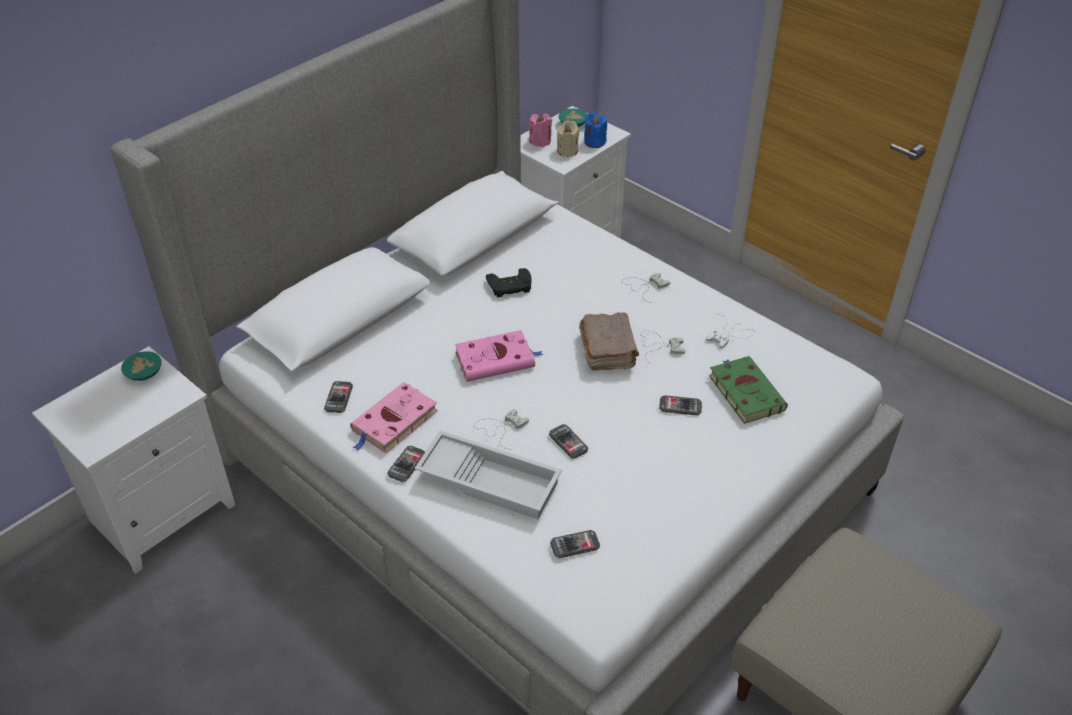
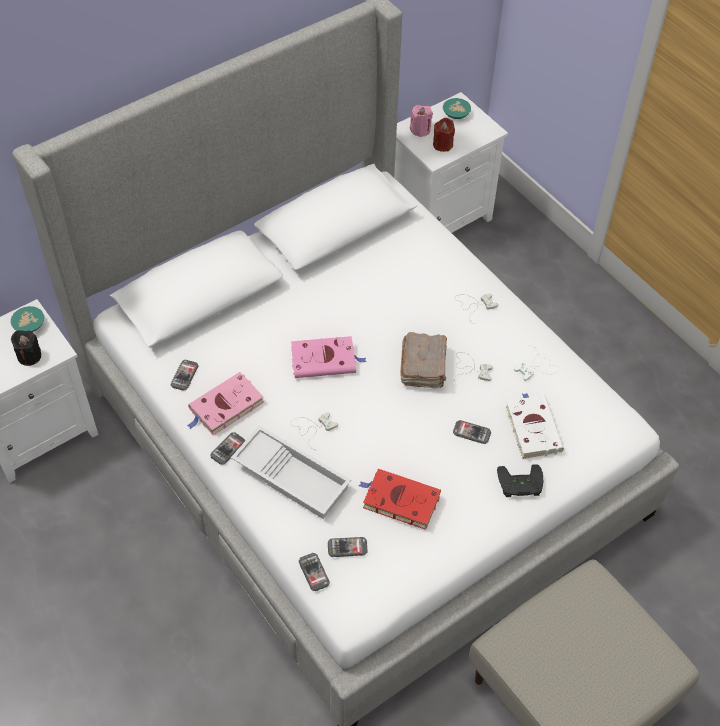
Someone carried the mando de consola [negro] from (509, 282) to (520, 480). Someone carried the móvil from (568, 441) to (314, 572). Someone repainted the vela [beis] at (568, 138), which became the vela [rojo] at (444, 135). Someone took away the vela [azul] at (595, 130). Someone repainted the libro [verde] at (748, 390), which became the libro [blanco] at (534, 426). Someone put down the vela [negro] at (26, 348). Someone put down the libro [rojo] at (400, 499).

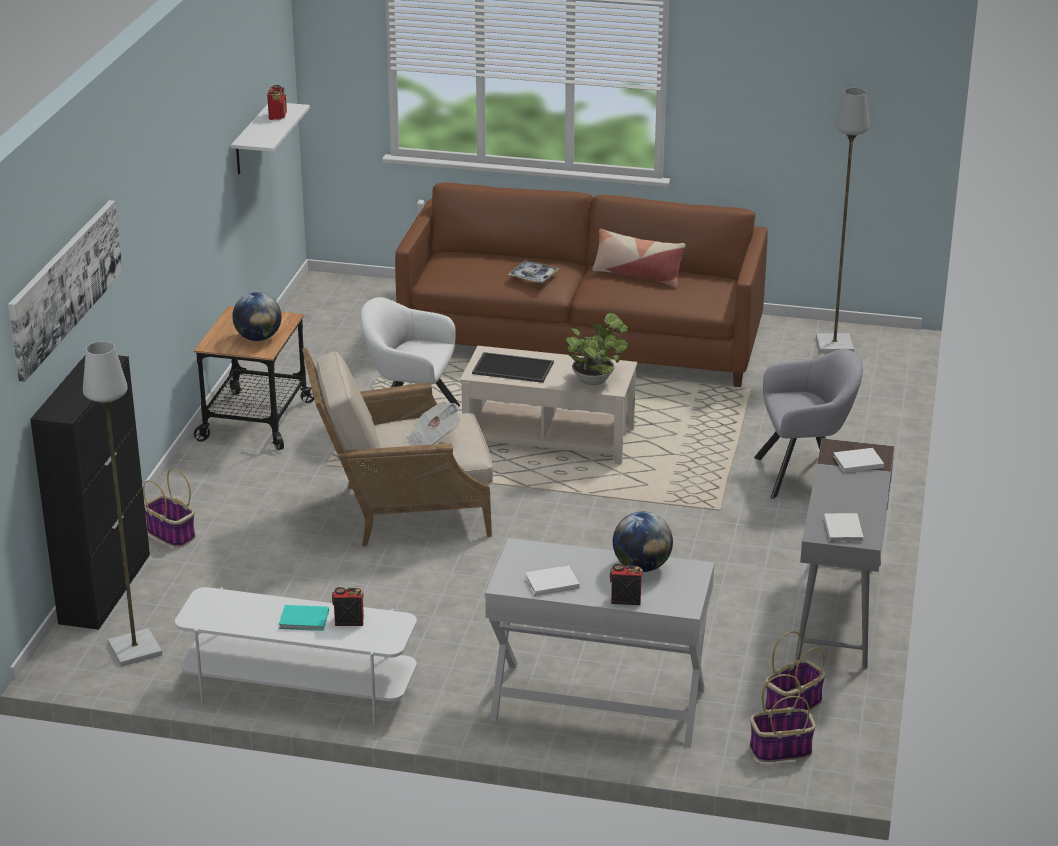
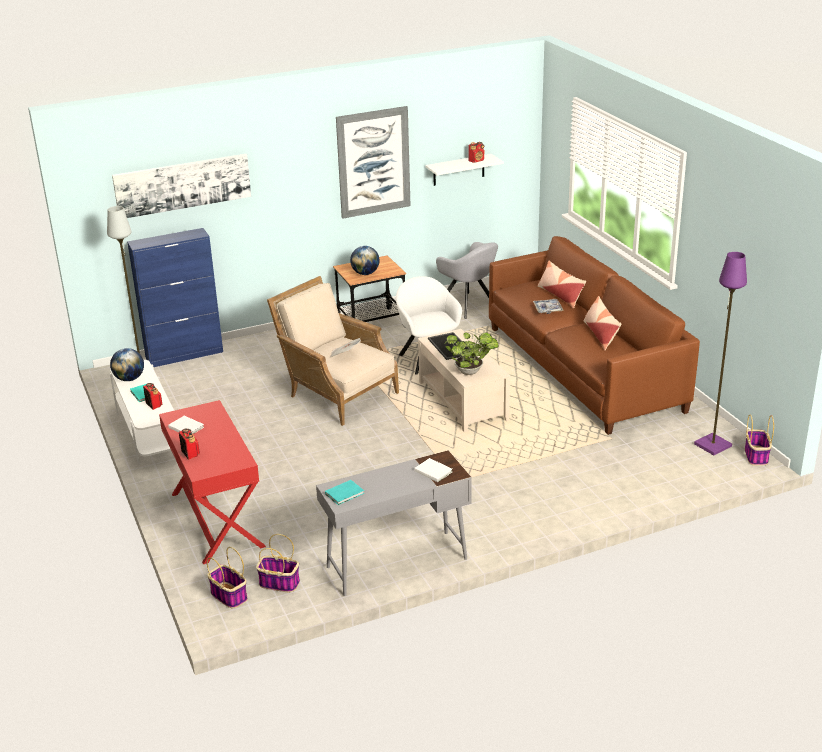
Someone repainted the armario [negro] at (90, 492), which became the armario [azul] at (175, 297). Someone carried the cesta from (169, 508) to (759, 440). Someone repainted the mesa consola [blanco] at (599, 643), which became the mesa consola [rojo] at (212, 482). Someone carried the globo terráqueo from (643, 542) to (127, 364). Someone carried the sillón [gris] from (808, 424) to (467, 280). Someone repainted the lámpara de pie [gris] at (843, 220), which became the lámpara de pie [morado] at (720, 353). Someone repainted the libro [blanco] at (844, 527), which became the libro [turquesa] at (344, 492). Someone put up the cuadro at (373, 162). Someone put down the cojín at (562, 285).

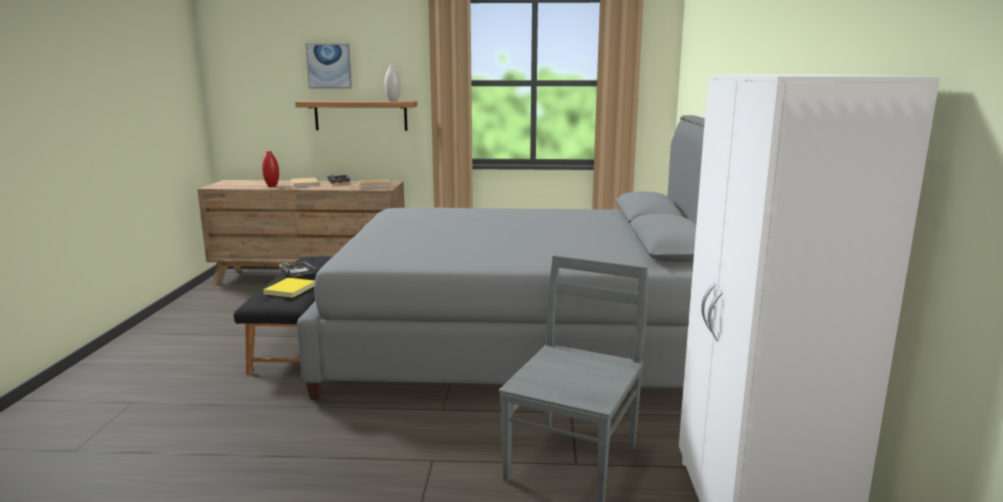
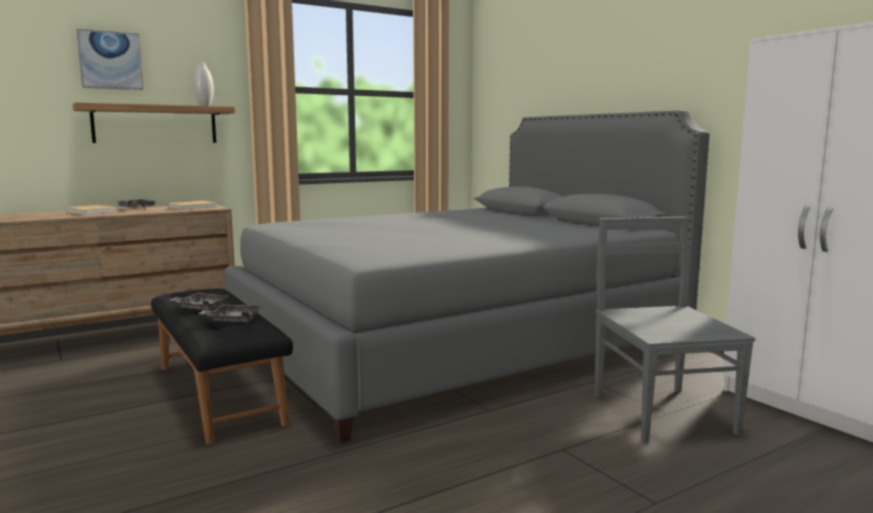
Someone took away the florero [rojo] at (270, 169). Someone swapped the libro [amarillo] at (289, 288) for the bandeja [gris] at (230, 313).

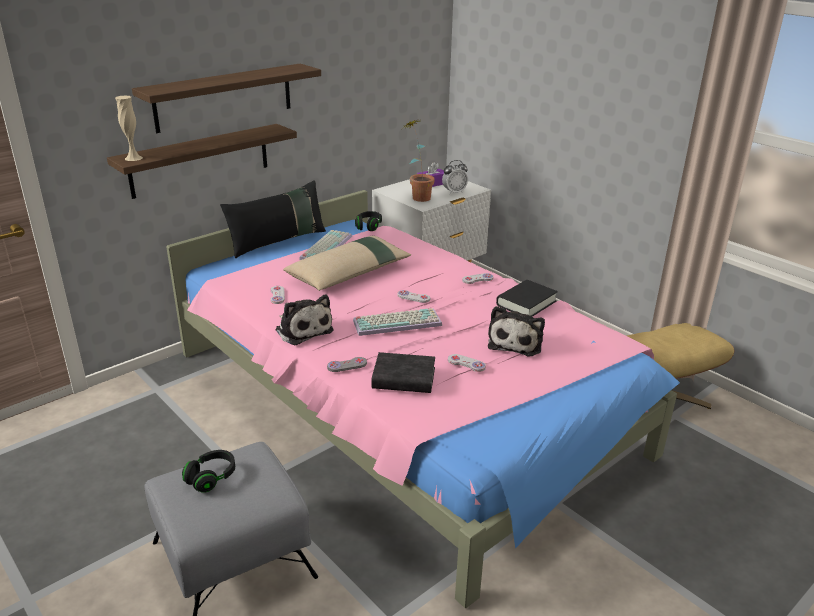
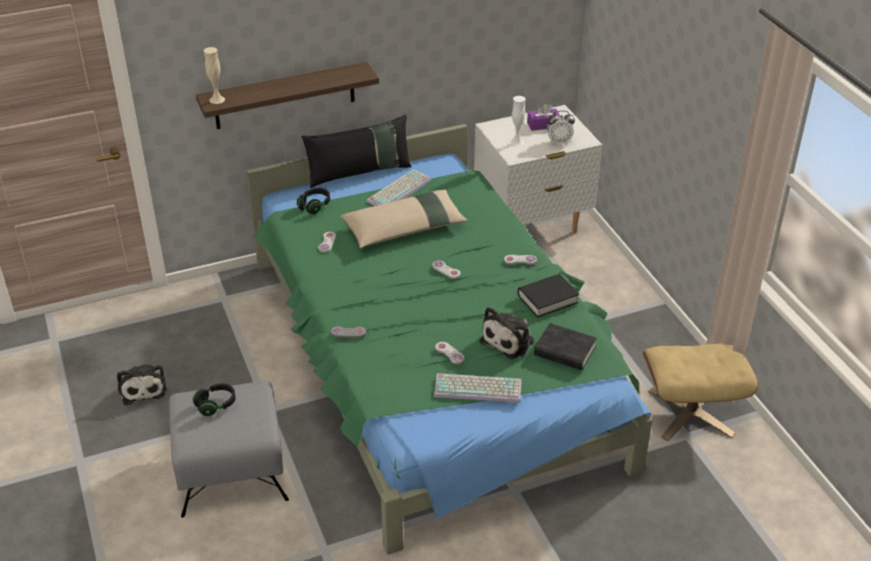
Someone took away the estante at (226, 98). Someone repainted the cama [rosa] at (423, 399), which became the cama [verde] at (449, 339). Someone carried the peluche from (304, 319) to (142, 384). Someone carried the teclado from (397, 322) to (478, 388). Someone carried the auriculares [negro] from (368, 221) to (313, 201). Someone carried the libro [negro] from (403, 372) to (565, 346). Someone swapped the planta en maceta at (418, 161) for the florero [blanco] at (518, 121).

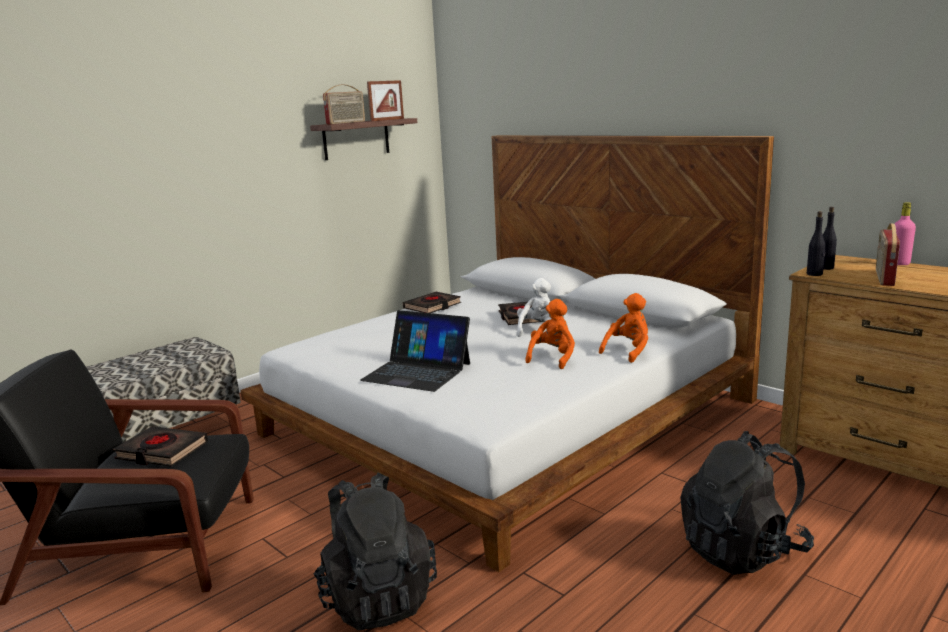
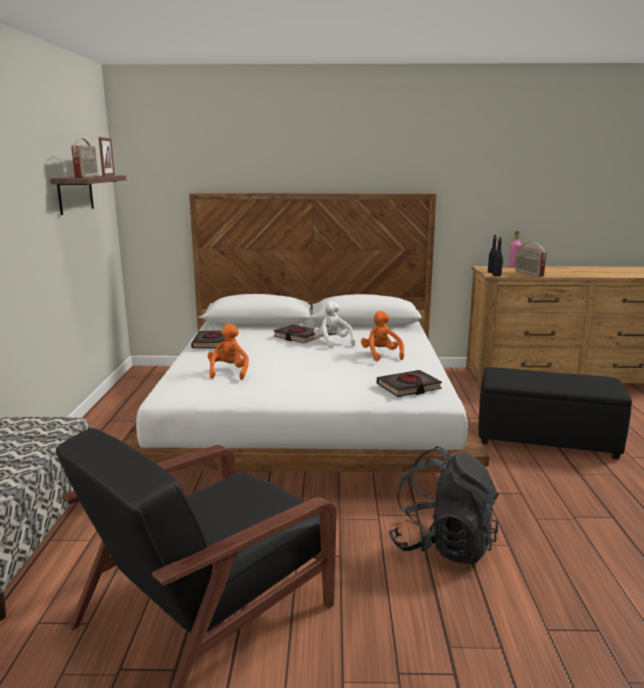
Someone carried the libro [negro] from (160, 446) to (409, 383). Someone took away the portátil at (415, 351). Someone carried the peluche [naranja] from (623, 328) to (228, 352). Someone swapped the mochila [negro] at (747, 503) for the puf [negro] at (555, 413).

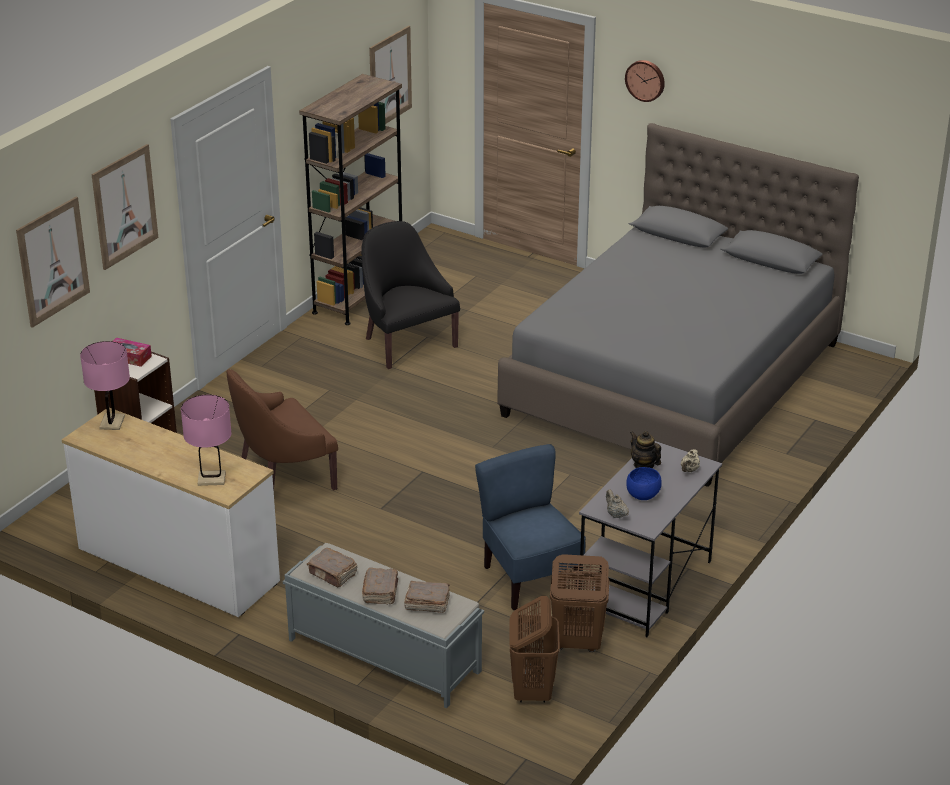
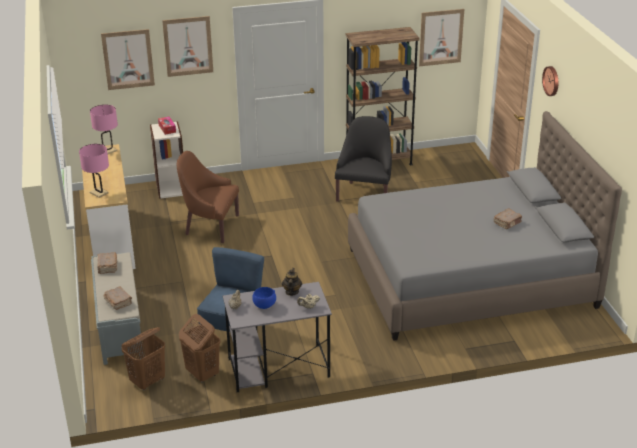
Someone carried the libro [marrón] from (380, 586) to (508, 219).

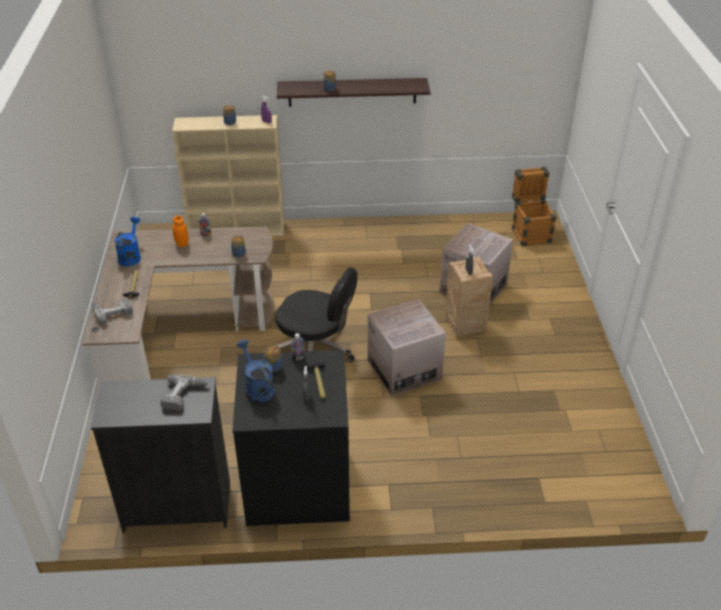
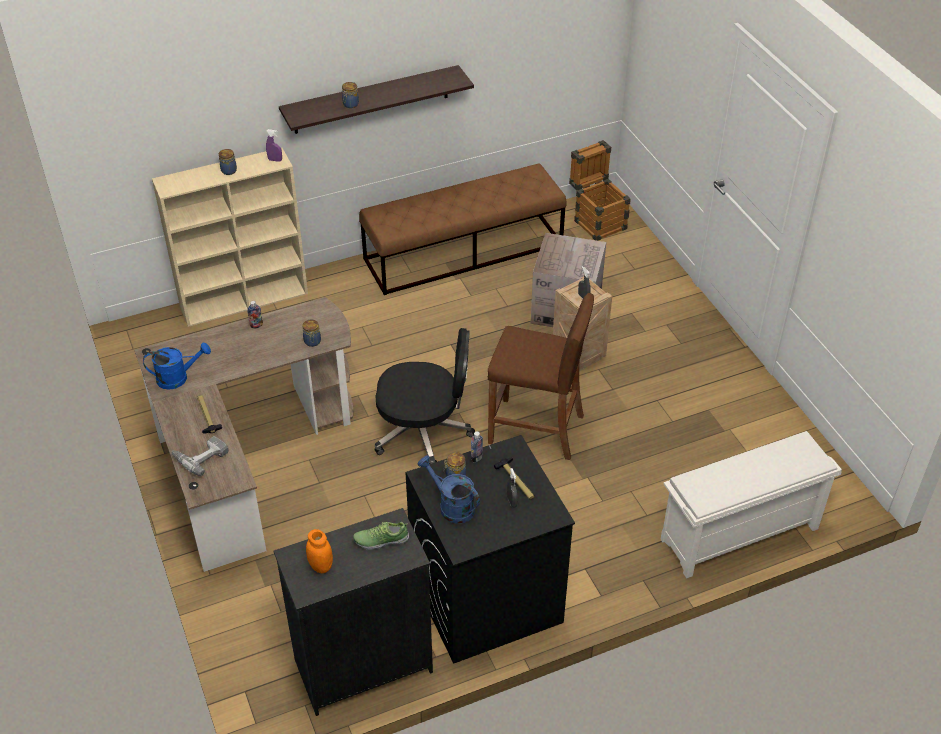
Someone rotated the regadera [azul] at (127, 241) by 90 degrees clockwise. Someone swapped the taladro at (184, 392) for the zapato at (381, 536). Someone carried the tarro [naranja] from (180, 231) to (319, 551). Someone swapped the caja de cartón at (407, 347) for the taburete [marrón] at (541, 376). Someone put down the banco [marrón] at (462, 229). Someone put down the zapatero [blanco] at (751, 505).

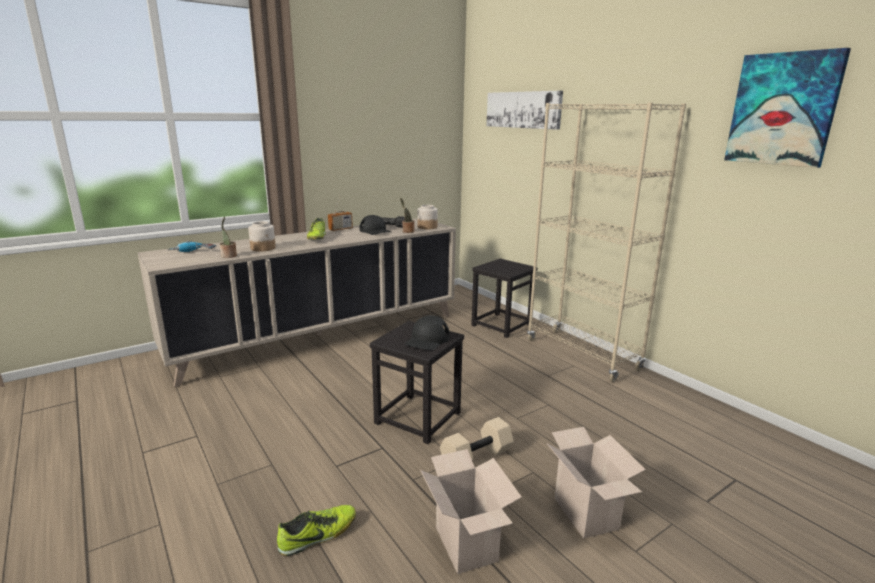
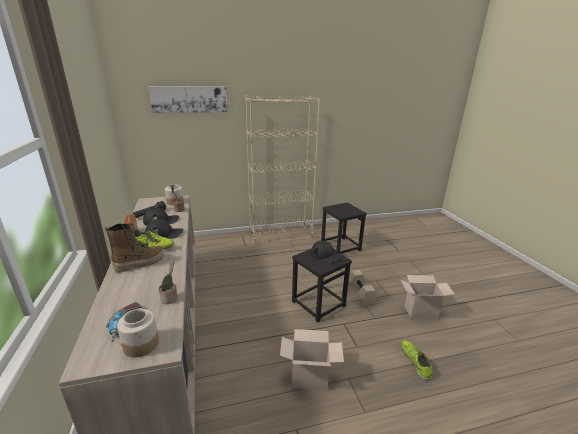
Someone carried the tarro from (262, 236) to (138, 333). Someone carried the taburete [negro] from (504, 298) to (344, 228). Someone carried the caja de cartón from (596, 483) to (312, 360). Someone took away the cuadro at (787, 108). Someone put down the bota at (134, 248). Someone put down the gorra [negro] at (164, 229).

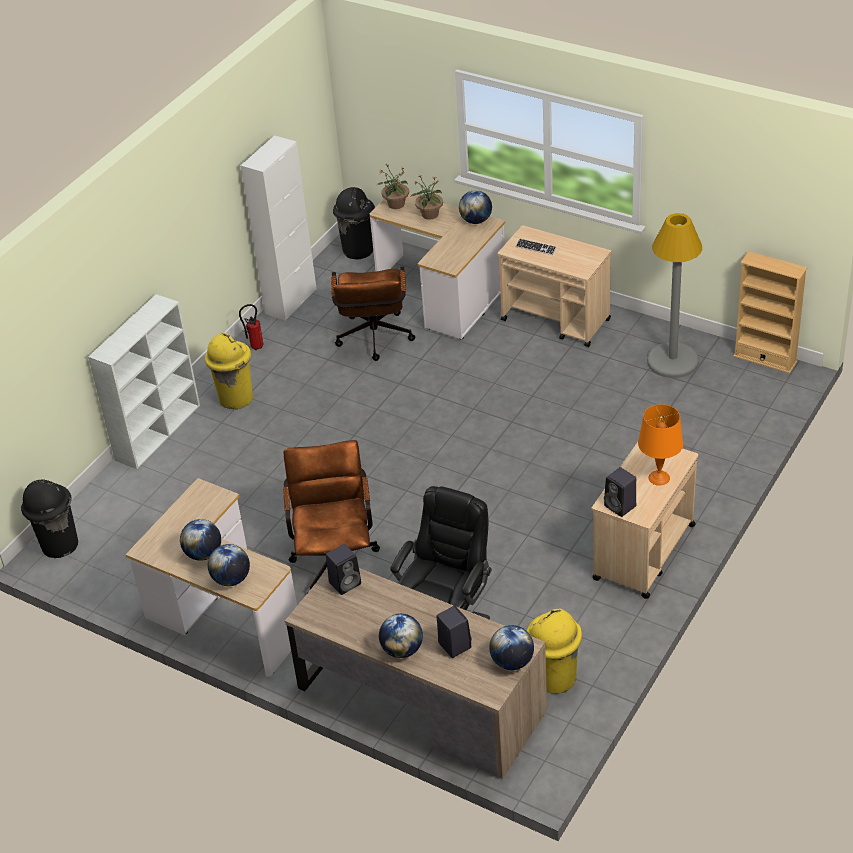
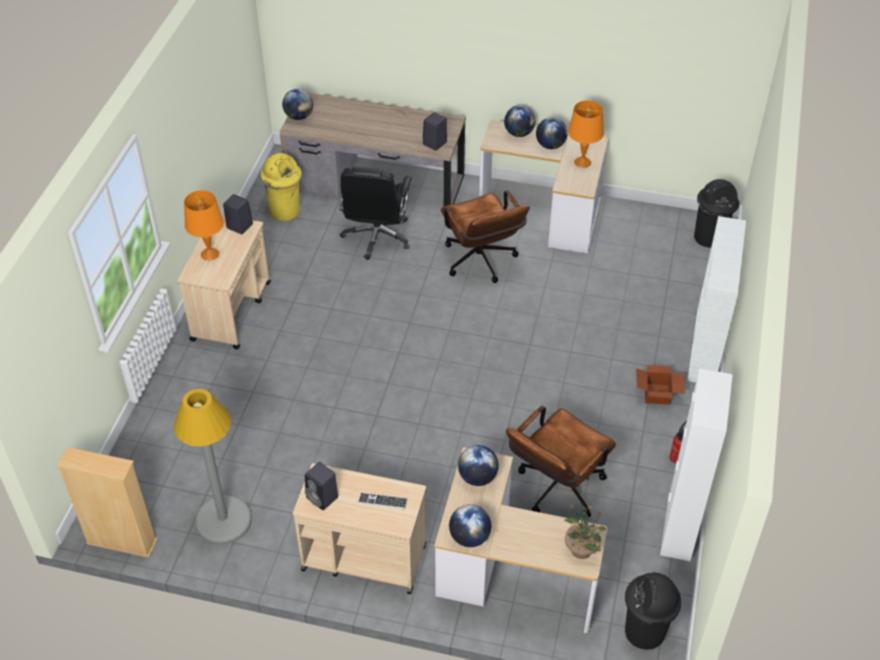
Someone swapped the papelera [amarillo] at (229, 371) for the caja de cartón at (660, 385). Someone rotated the silla de oficina [marrón] at (373, 314) by 120 degrees counterclockwise. Someone carried the globo terráqueo from (401, 636) to (478, 465). Someone took away the planta en maceta at (427, 197). Someone carried the altavoz [negro] from (454, 632) to (321, 486). Someone put down the lámpara de mesa [naranja] at (586, 134).

